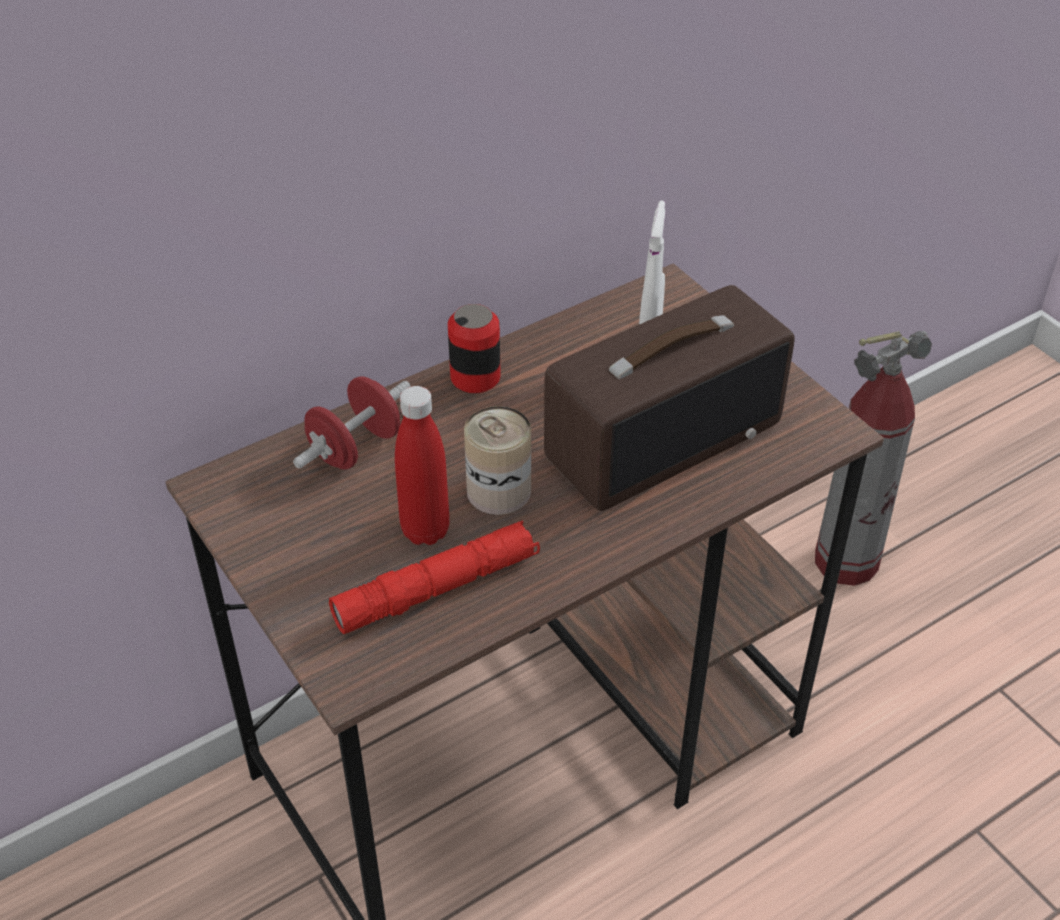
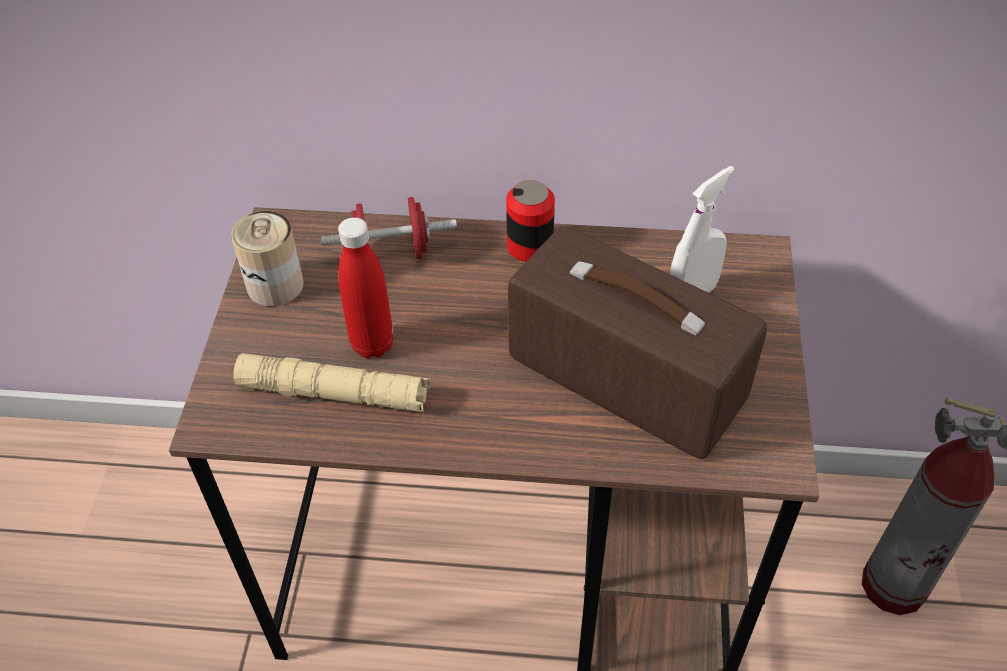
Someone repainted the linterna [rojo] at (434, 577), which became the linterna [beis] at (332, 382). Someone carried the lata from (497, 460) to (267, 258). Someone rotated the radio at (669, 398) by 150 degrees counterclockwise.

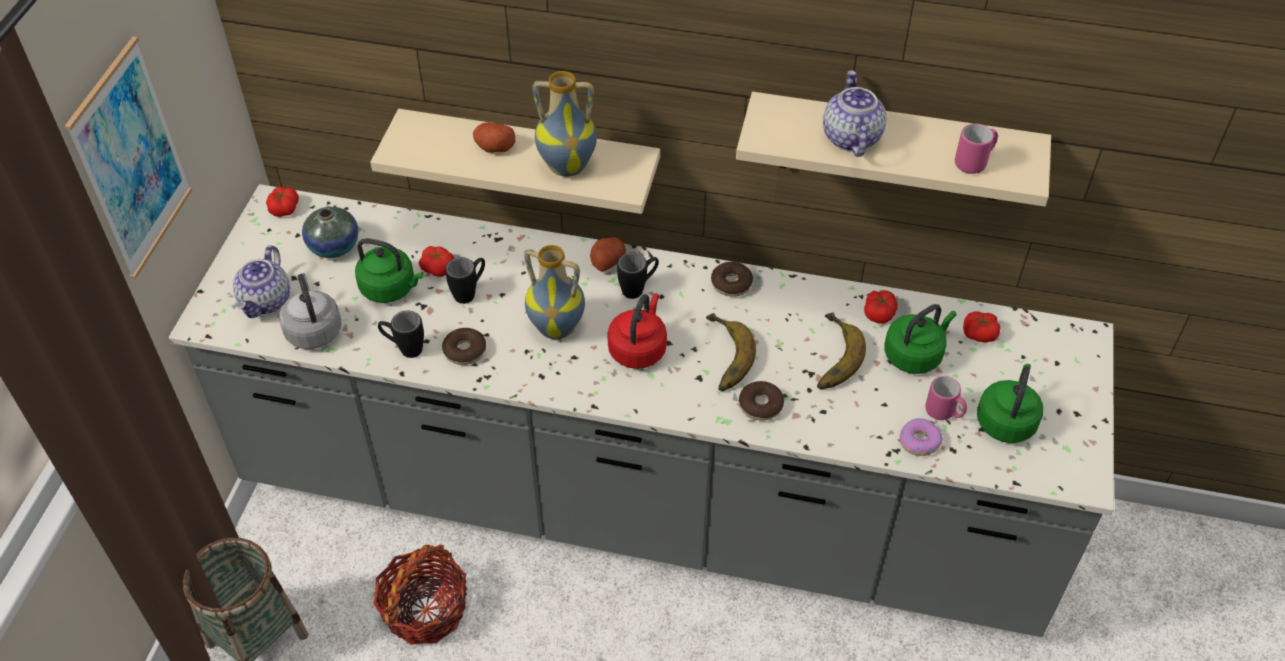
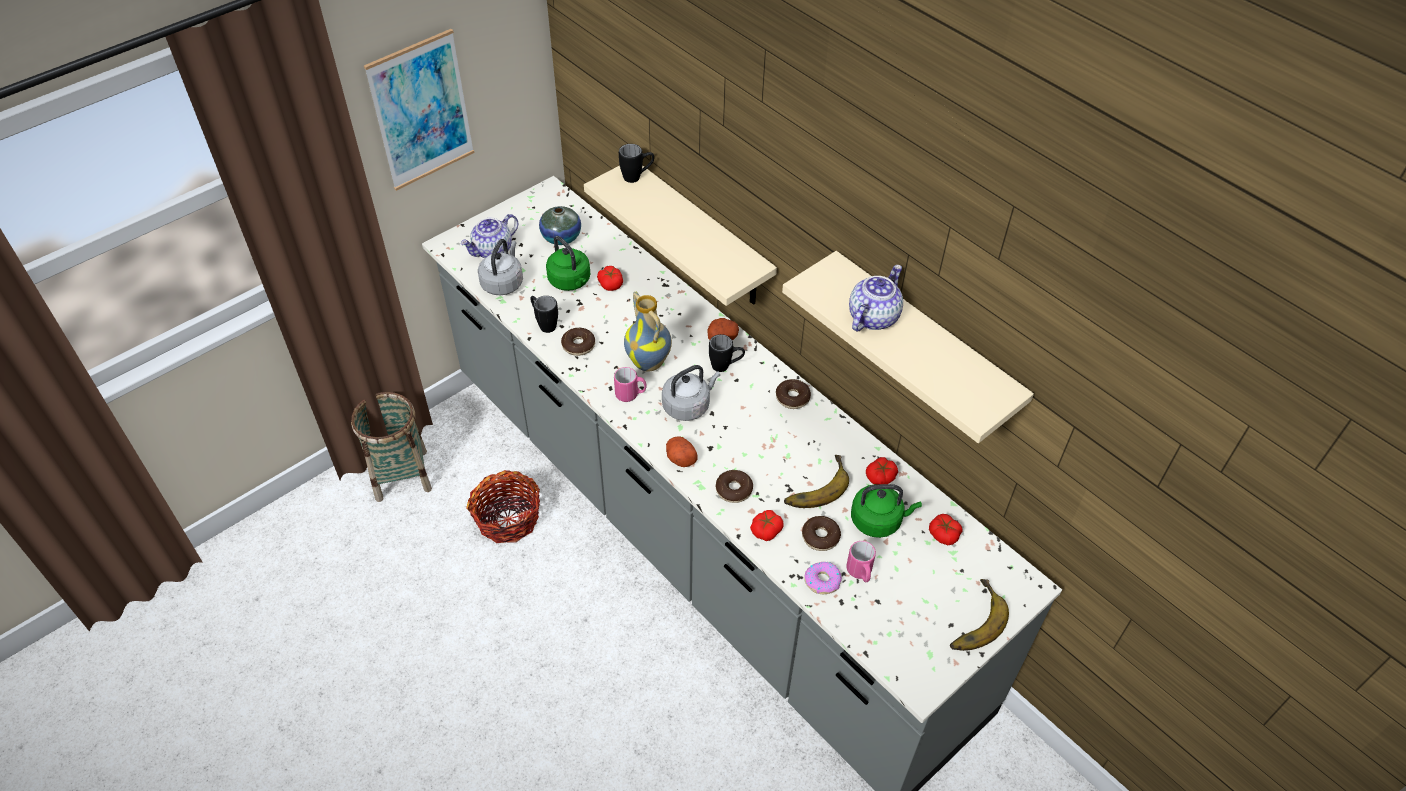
Someone carried the tomate from (282, 201) to (767, 525). Someone carried the taza grande [negro] from (465, 280) to (636, 163). Someone carried the patata from (494, 138) to (682, 451). Someone took away the florero at (565, 124). Someone repainted the hervidor [rojo] at (637, 331), which became the hervidor [gris] at (691, 393). Someone carried the plátano from (731, 352) to (979, 615). Someone carried the taza grande [rosa] from (976, 148) to (630, 384). Someone took away the hervidor [verde] at (1010, 403). Someone put down the rosquilla at (821, 533).

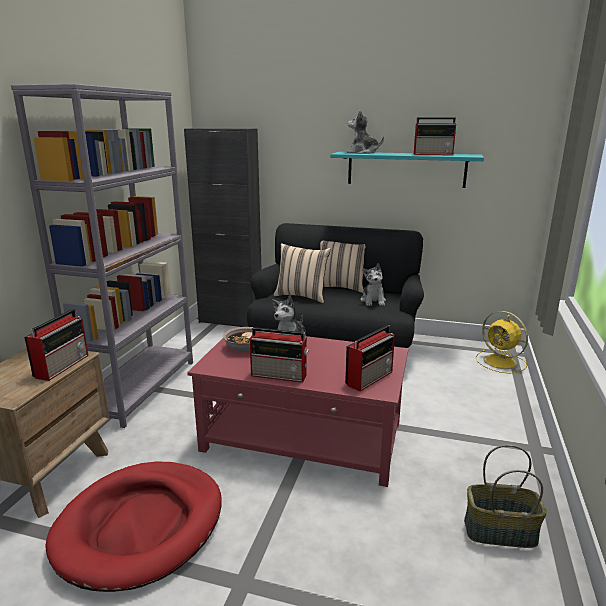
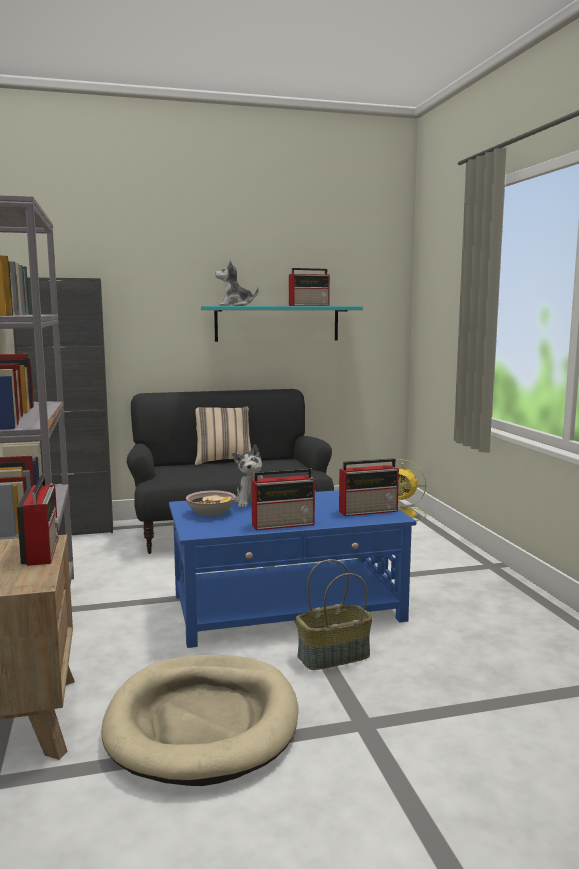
Someone repainted the cama para perro [rojo] at (133, 527), which became the cama para perro [beis] at (199, 720). Someone repainted the mesa de centro [rojo] at (298, 409), which became the mesa de centro [azul] at (292, 569). Someone took away the cojín [beis] at (302, 273). Someone rotated the radio at (370, 358) by 60 degrees clockwise. Someone took away the peluche at (373, 284). Someone carried the cesta from (505, 496) to (334, 614).

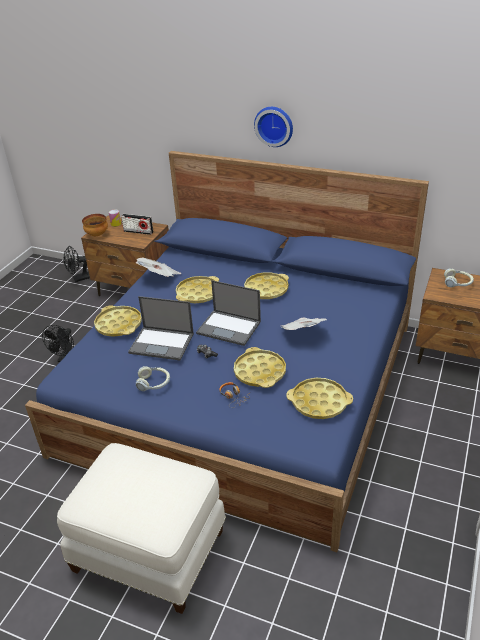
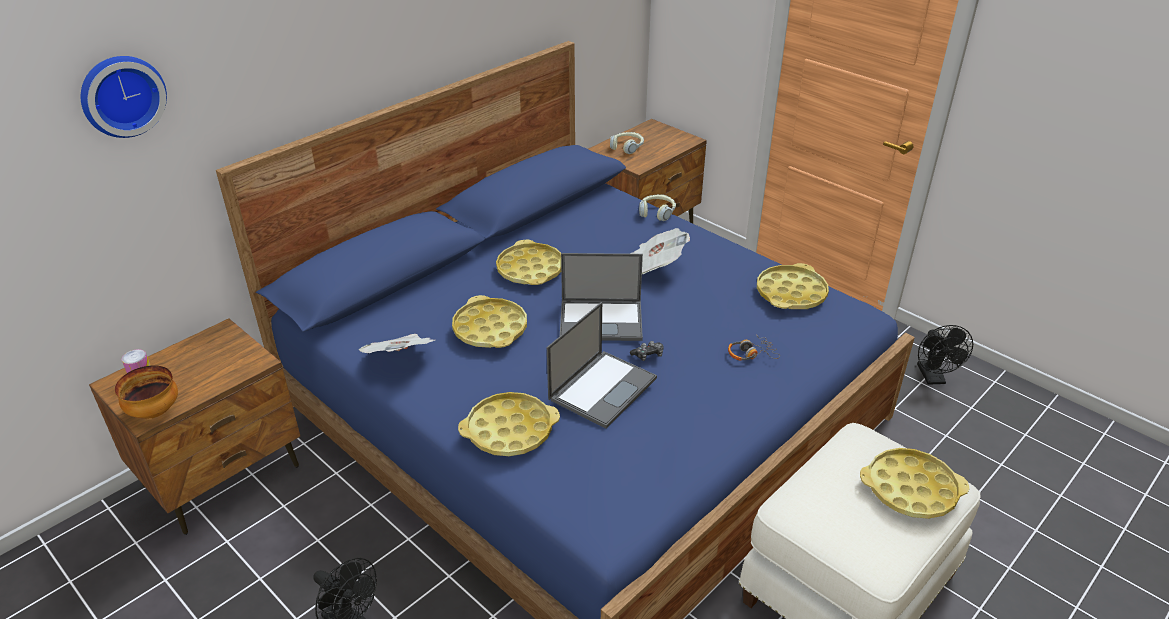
Someone carried the ventilador [negro] from (76, 264) to (945, 355). Someone took away the radio at (137, 224). Someone carried the auriculares from (153, 378) to (657, 207). Someone rotated the portátil at (228, 313) by 45 degrees clockwise. Someone carried the bandeja [amarillo] from (260, 367) to (915, 483). Someone carried the reloj de pared from (273, 127) to (124, 97).

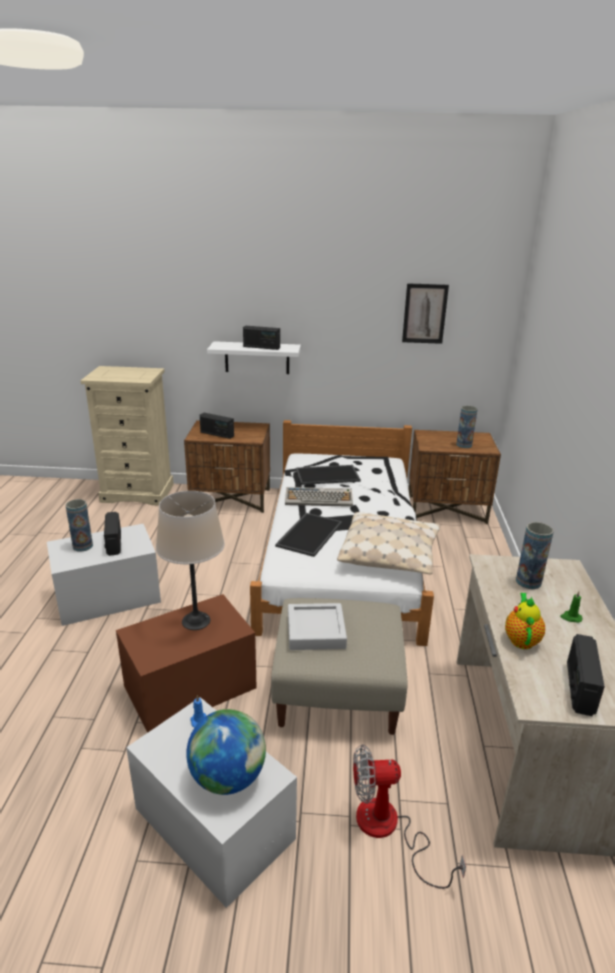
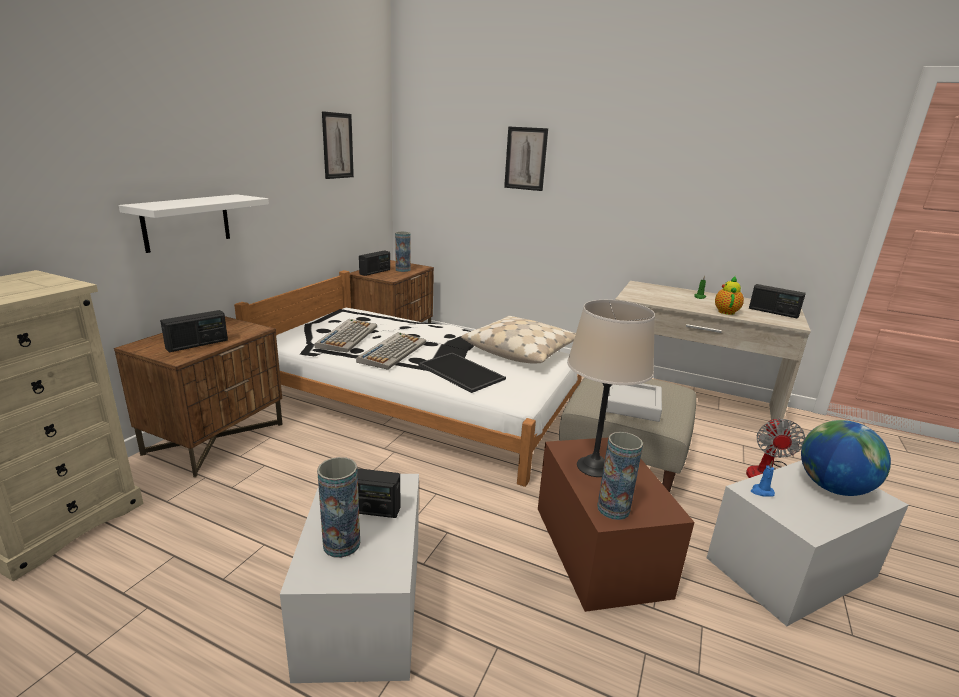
Someone carried the radio from (261, 338) to (374, 263). Someone swapped the bandeja at (328, 475) for the teclado at (346, 335). Someone rotated the tetera at (525, 621) by 75 degrees clockwise. Someone carried the florero from (535, 555) to (620, 476). Someone put up the cuadro at (526, 158).

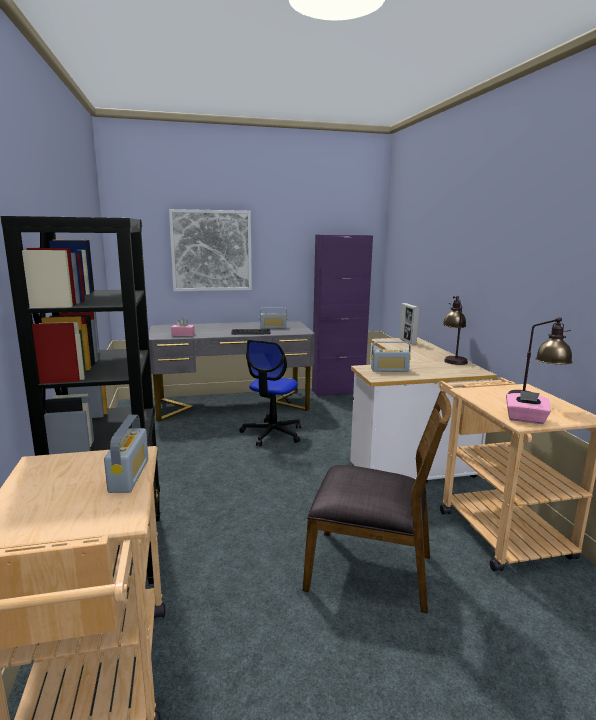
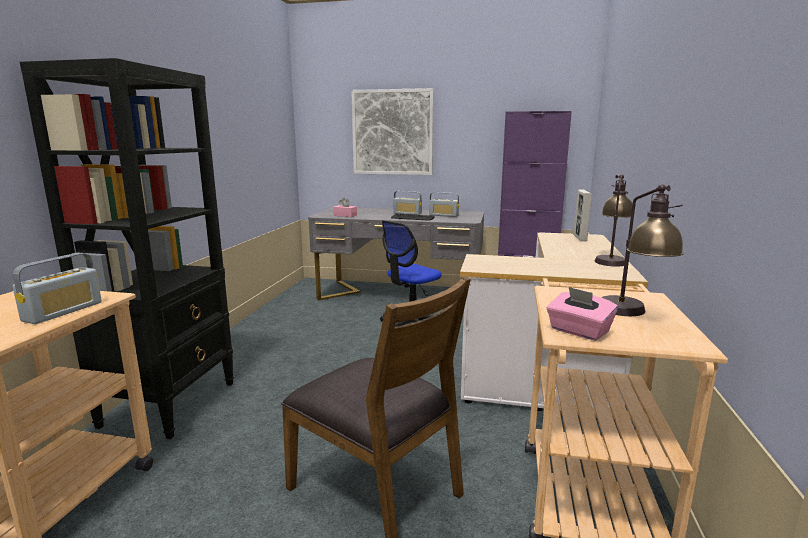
Someone carried the radio from (391, 356) to (407, 203).

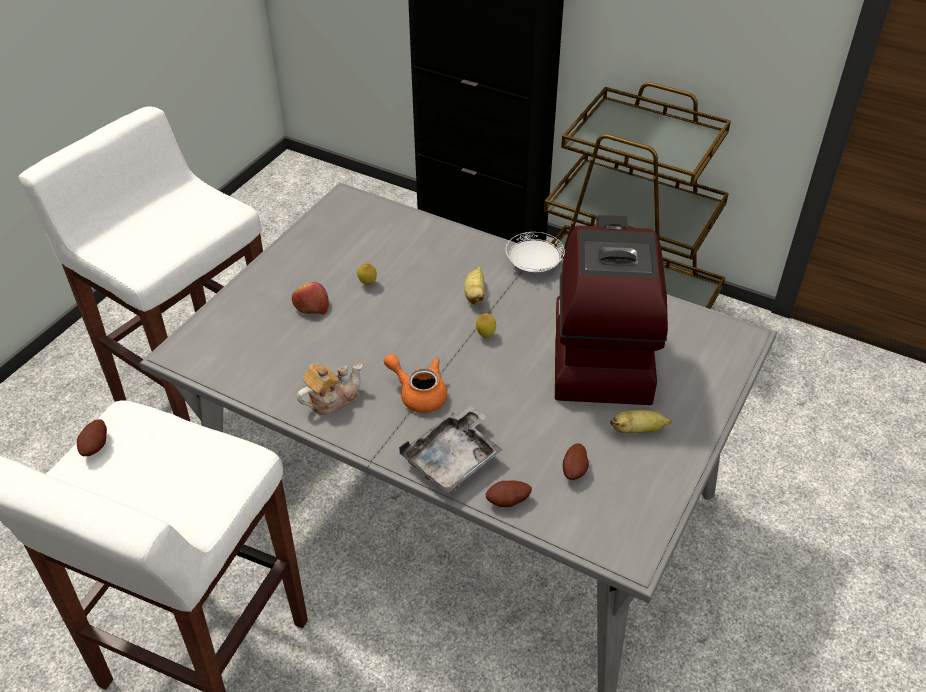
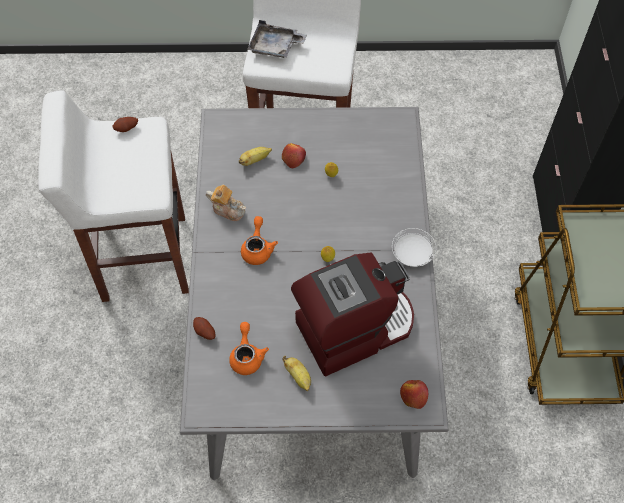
Someone carried the bandeja [gris] from (451, 449) to (277, 39). Someone carried the plátano from (474, 285) to (255, 156). Someone swapped the patata at (576, 461) for the tetera [naranja] at (249, 348). Someone put down the manzana at (414, 394).

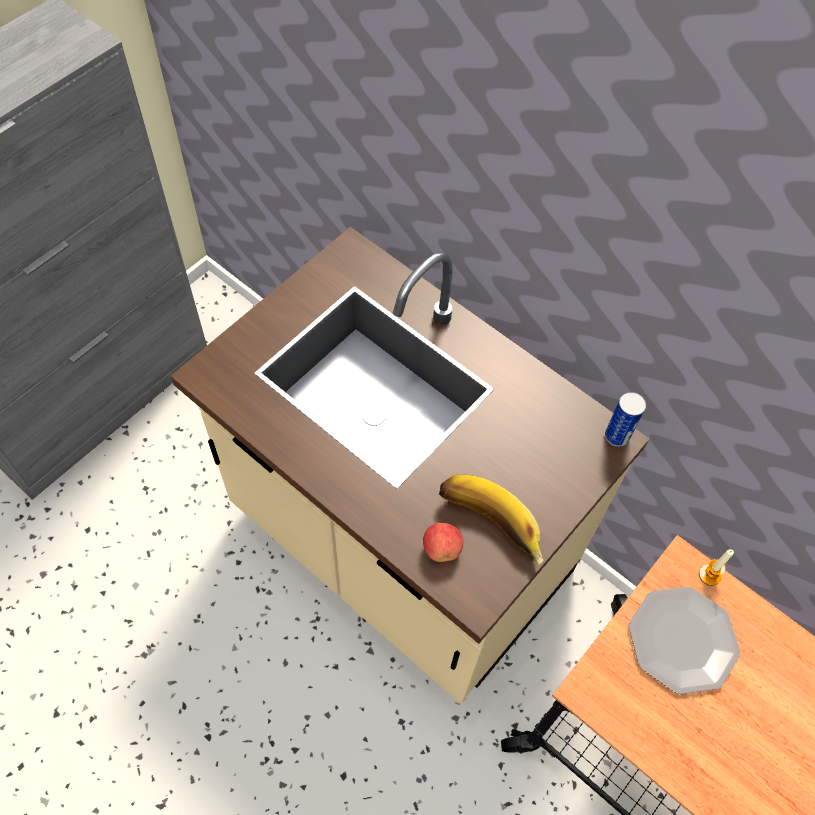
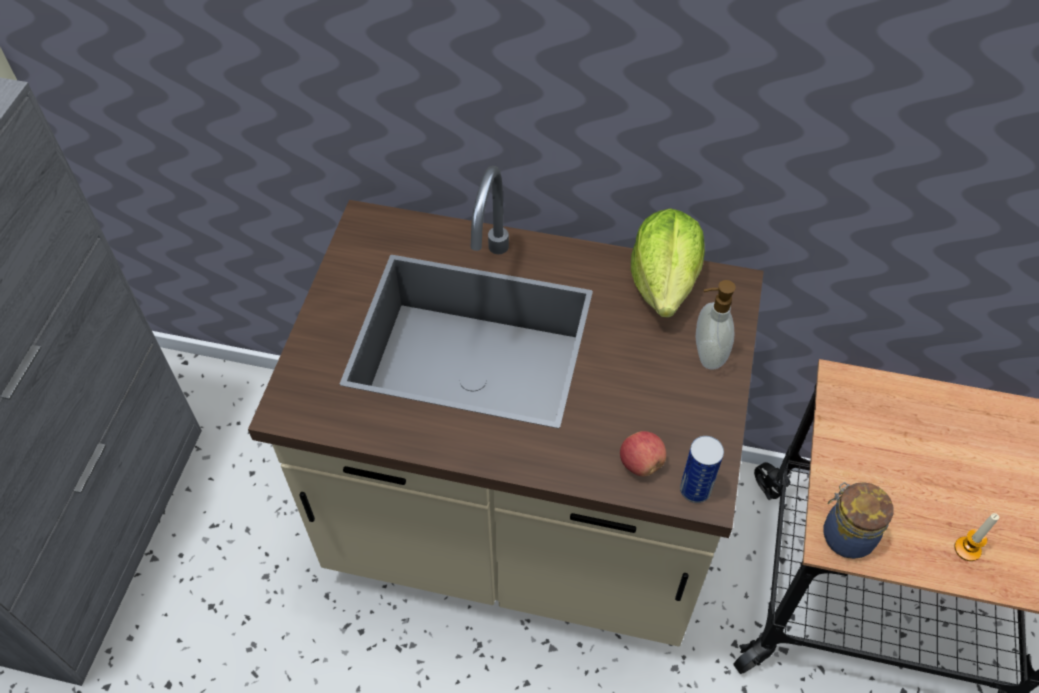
Someone took away the plátano at (491, 519). Someone carried the lata from (625, 419) to (702, 469). Someone took away the plato at (684, 640). Someone carried the vela from (716, 567) to (976, 537). Someone put down the lechuga at (668, 263). Someone put down the dispensador de jabón at (715, 325). Someone put down the tarro at (859, 520).

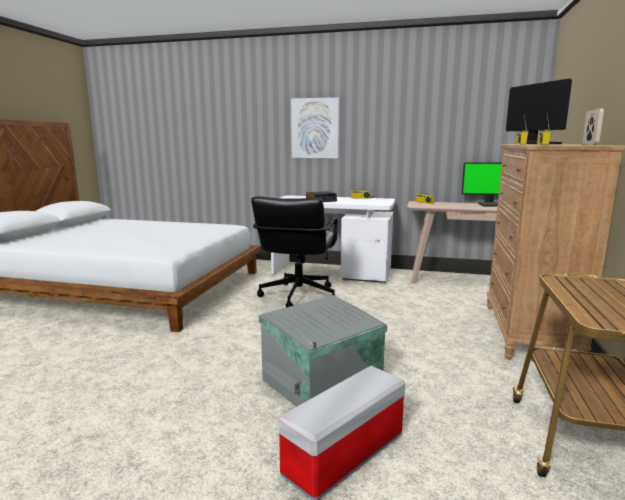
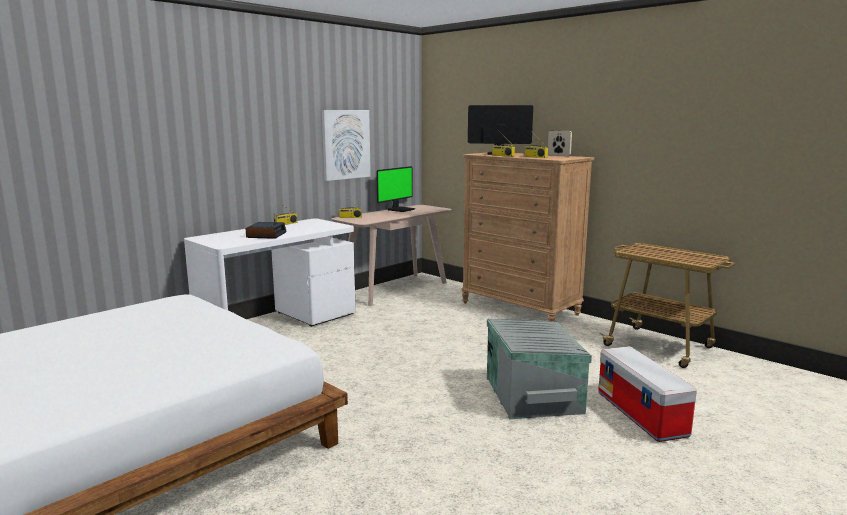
Someone took away the silla de oficina [negro] at (294, 252). Someone carried the cuadro from (315, 127) to (346, 145).

